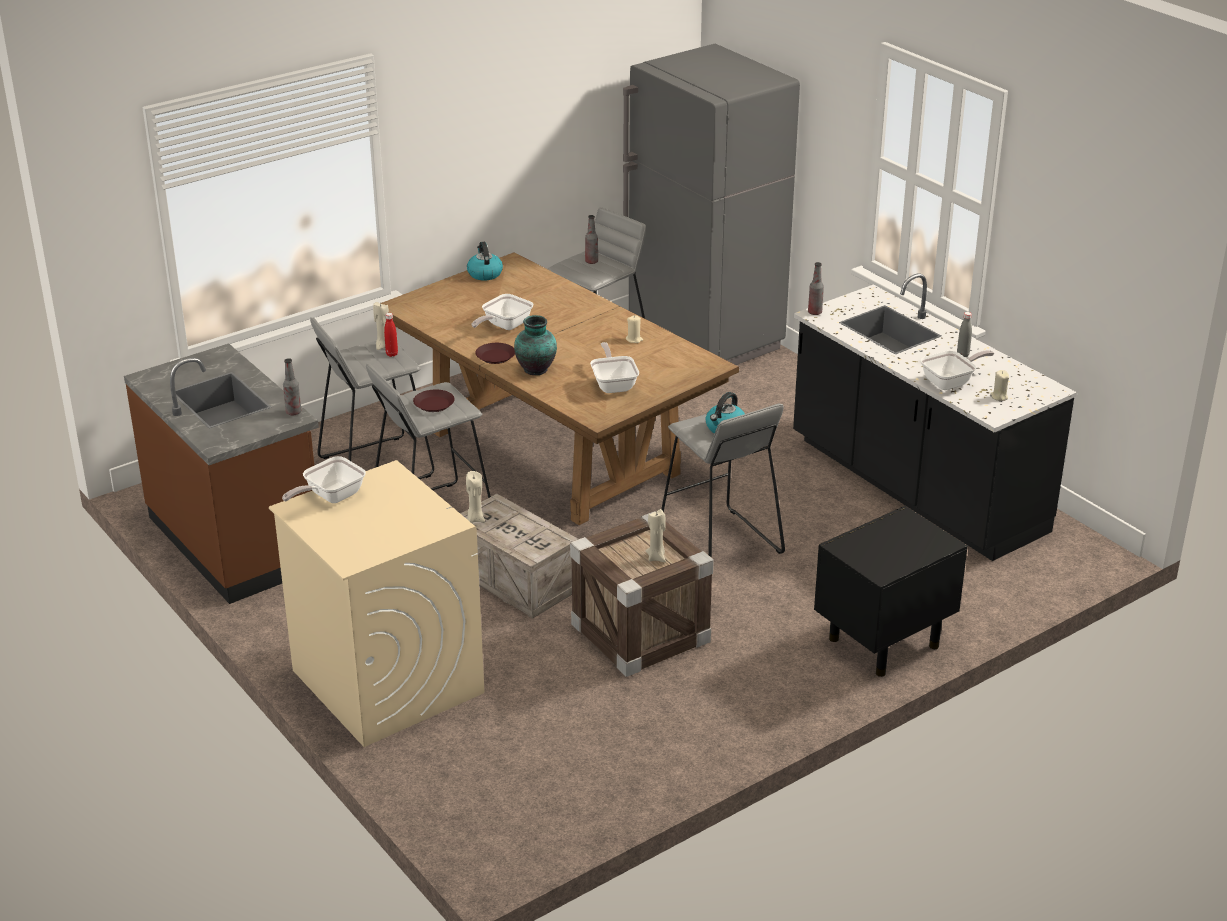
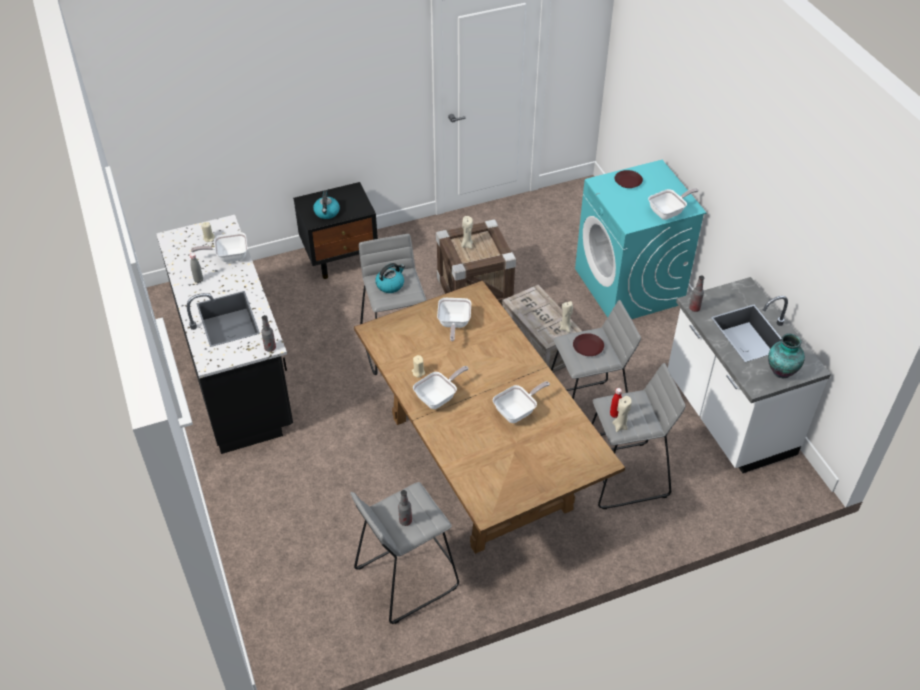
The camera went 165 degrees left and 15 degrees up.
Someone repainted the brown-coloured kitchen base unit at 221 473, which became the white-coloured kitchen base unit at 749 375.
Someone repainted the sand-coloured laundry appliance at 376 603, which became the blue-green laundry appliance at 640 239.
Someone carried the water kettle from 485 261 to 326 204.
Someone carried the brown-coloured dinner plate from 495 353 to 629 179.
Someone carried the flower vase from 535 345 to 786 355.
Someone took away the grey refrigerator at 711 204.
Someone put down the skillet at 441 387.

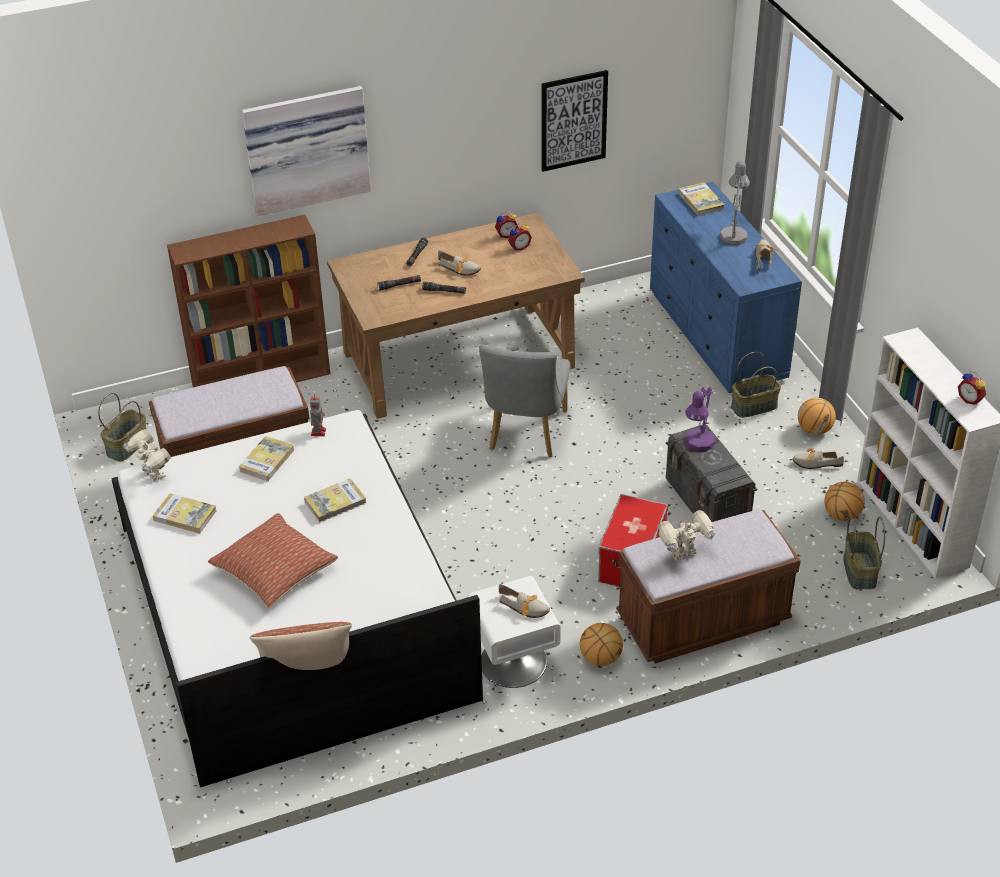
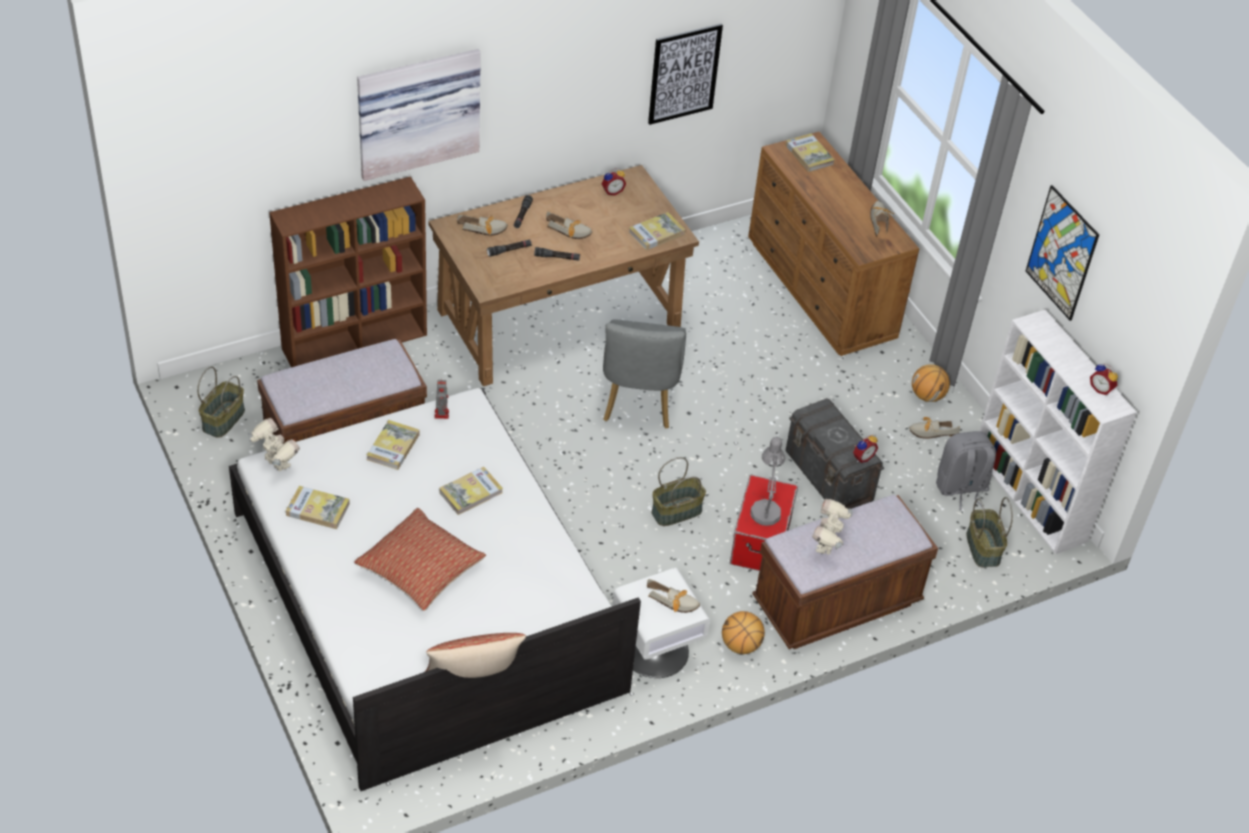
The camera went 10 degrees left and 5 degrees up.
Someone carried the table clock from 520 237 to 865 449.
Someone repainted the bluish drawer chest at 726 287, which became the brown-coloured drawer chest at 833 244.
Someone rotated the model robot at 687 535 by 45 degrees counterclockwise.
Someone took away the purple-coloured lamp for a table at 700 418.
Someone carried the grey lamp for a table from 735 203 to 767 481.
Someone carried the basket from 756 385 to 679 491.
Someone swapped the basketball at 844 501 for the grey backpack at 966 470.
Someone put down the low shoe at 482 225.
Someone put down the book at 657 231.
Someone put up the picture at 1062 253.

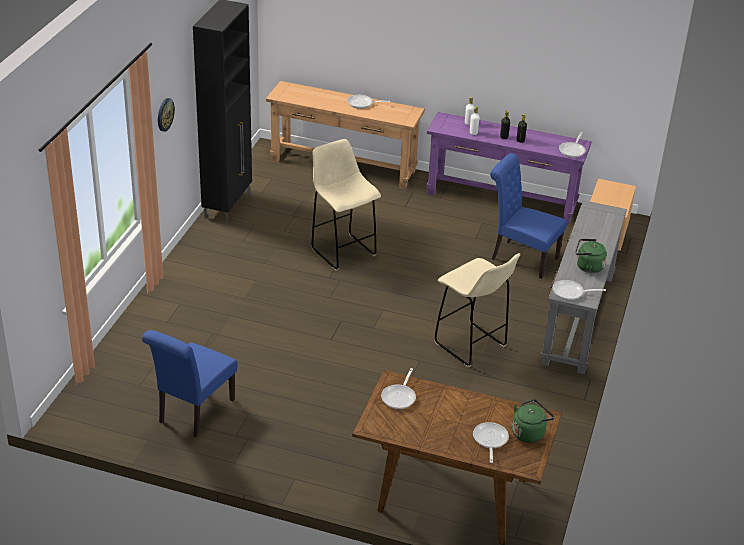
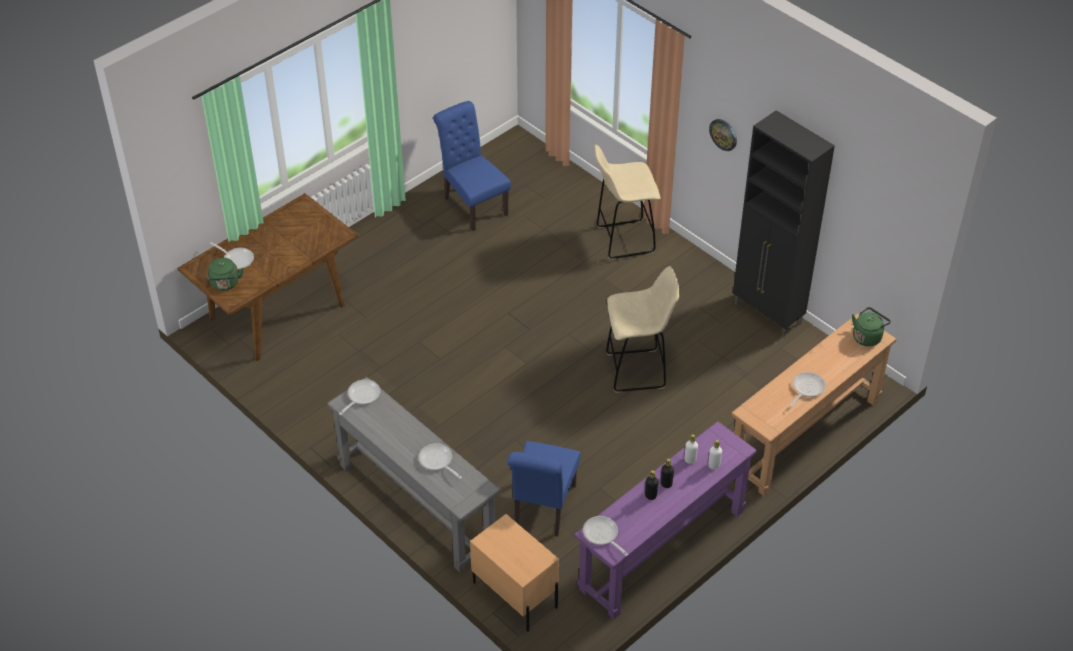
The camera went 120 degrees right and 10 degrees up.
Someone carried the skillet from 398 388 to 440 461.
Someone carried the sand-coloured sitting stool from 477 310 to 627 202.
Someone rotated the bluish chair at 528 216 by 135 degrees clockwise.
Someone carried the greenish water kettle from 591 256 to 871 326.

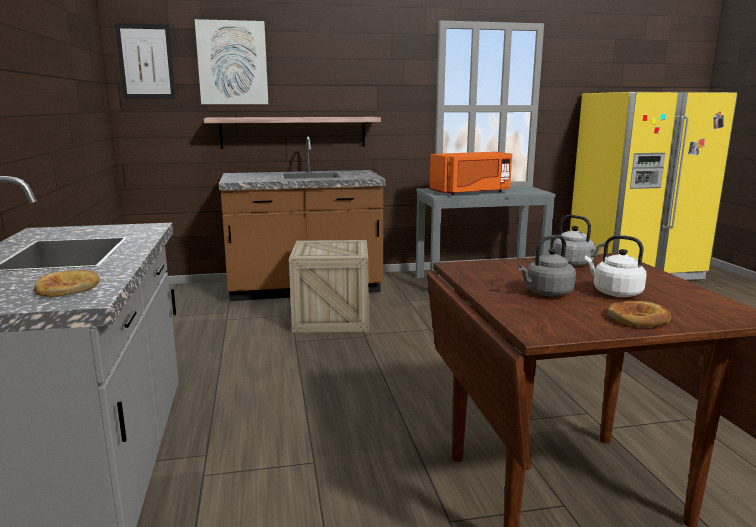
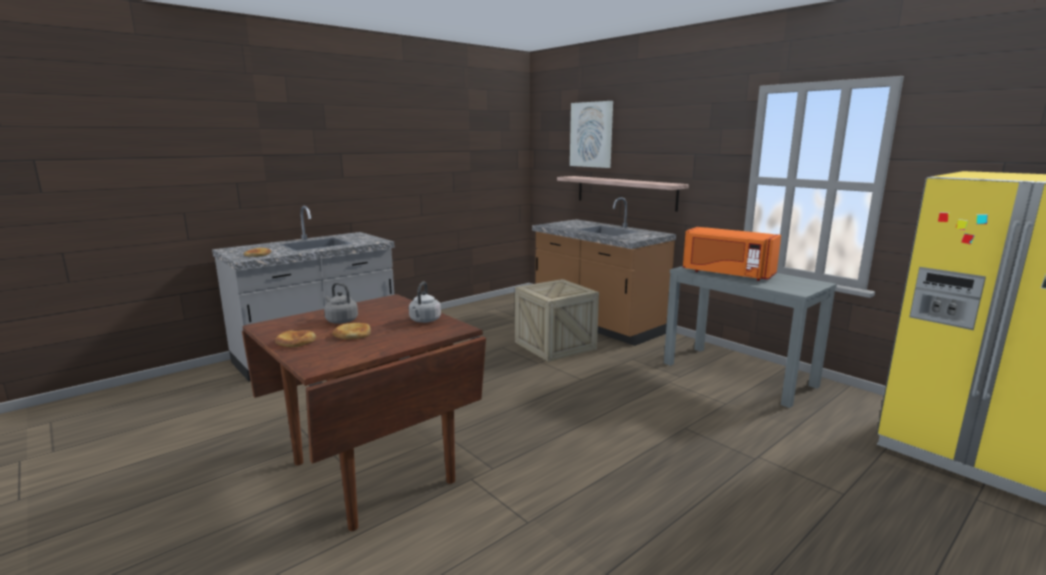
The camera went 60 degrees right and 0 degrees up.
Someone took away the picture at 145 61.
Someone swapped the white-coloured water kettle at 616 266 for the bakery bread at 351 331.

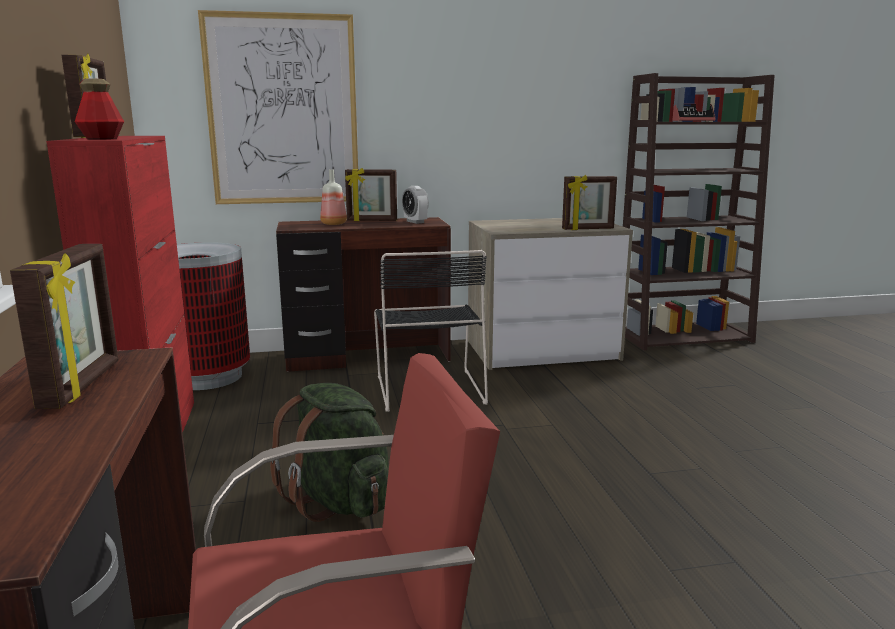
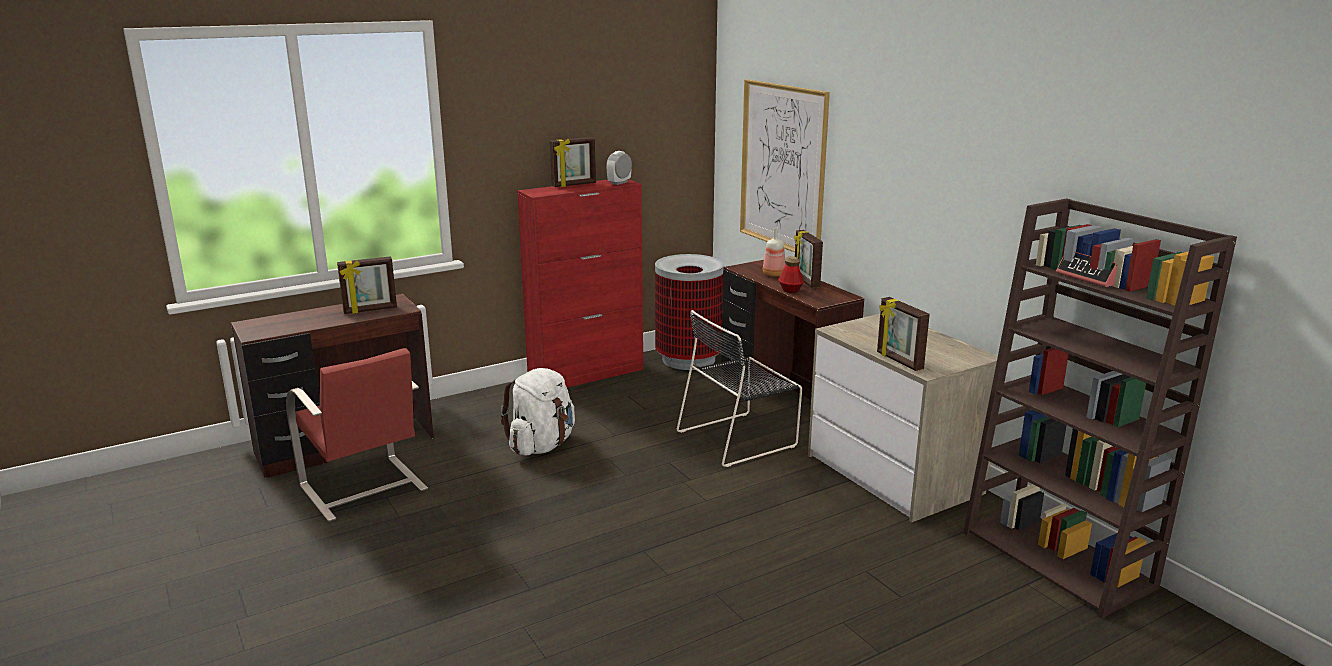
The camera went 70 degrees right and 5 degrees up.
Someone carried the drink bottle from 99 109 to 791 274.
Someone repainted the greenish backpack at 329 452, which became the white-coloured backpack at 537 411.
Someone carried the table clock from 415 205 to 619 168.

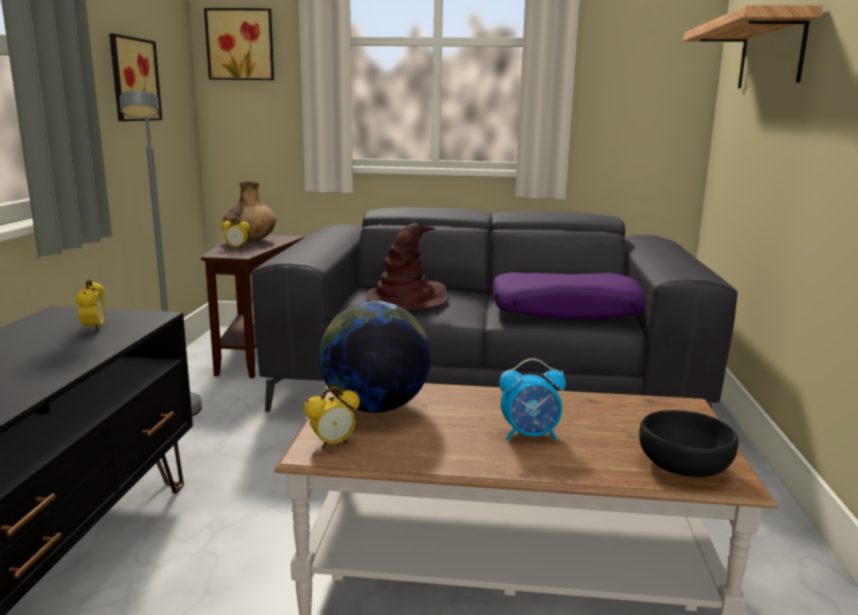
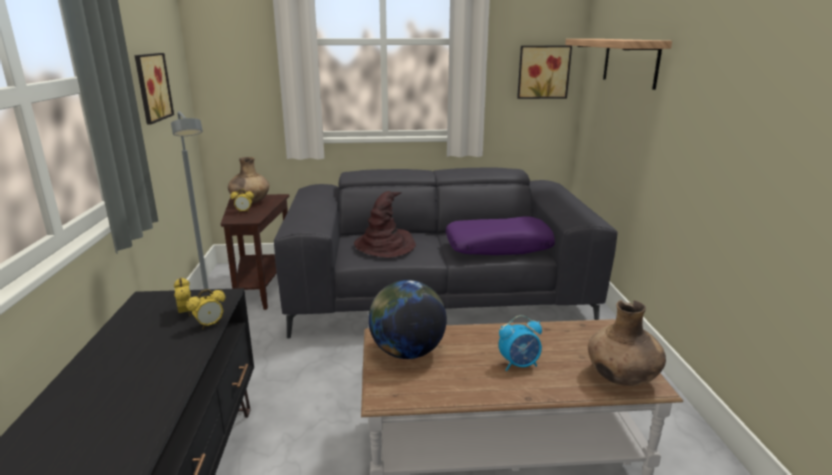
The camera went 10 degrees left and 5 degrees up.
Someone carried the picture from 239 44 to 544 72.
Someone carried the table clock from 332 418 to 206 309.
Someone swapped the black-coloured serving bowl at 688 443 for the brown-coloured flower vase at 627 343.

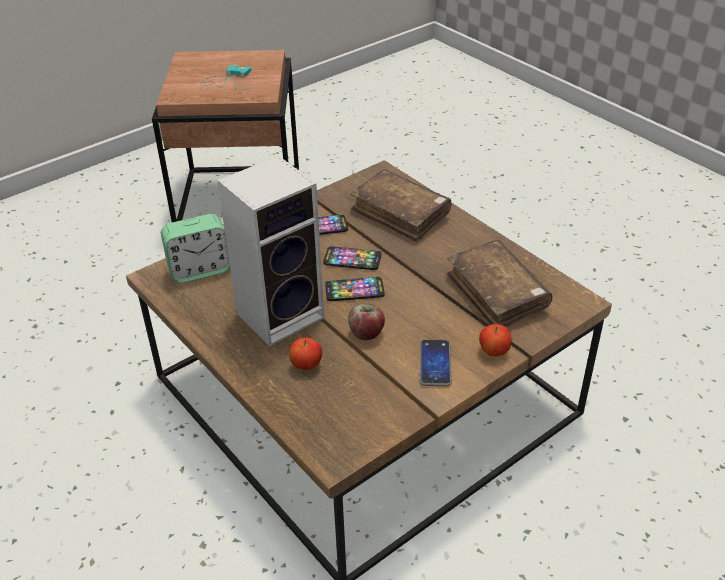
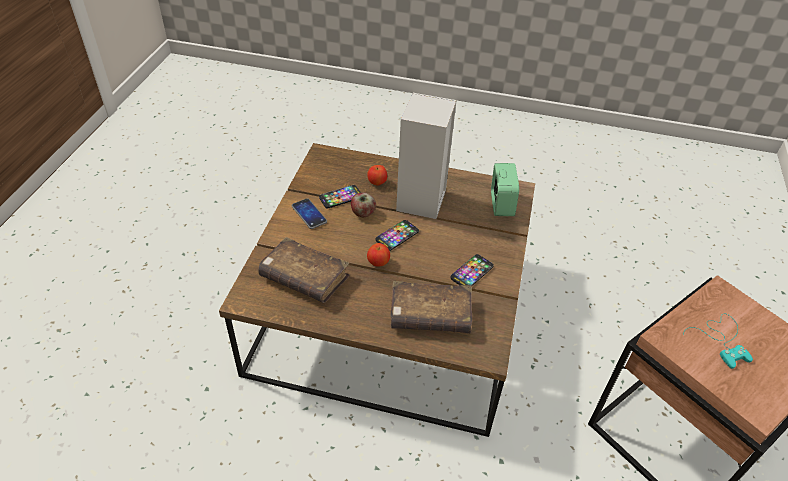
The camera went 140 degrees right and 5 degrees up.
Someone rotated the table clock at 195 248 by 150 degrees clockwise.
Someone carried the phone from 352 258 to 340 196.
Someone carried the apple from 495 340 to 378 255.

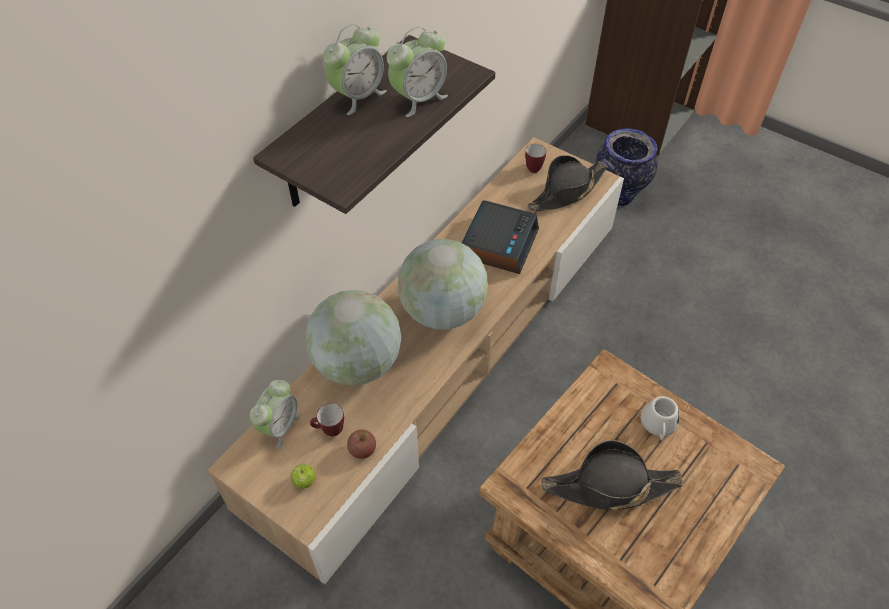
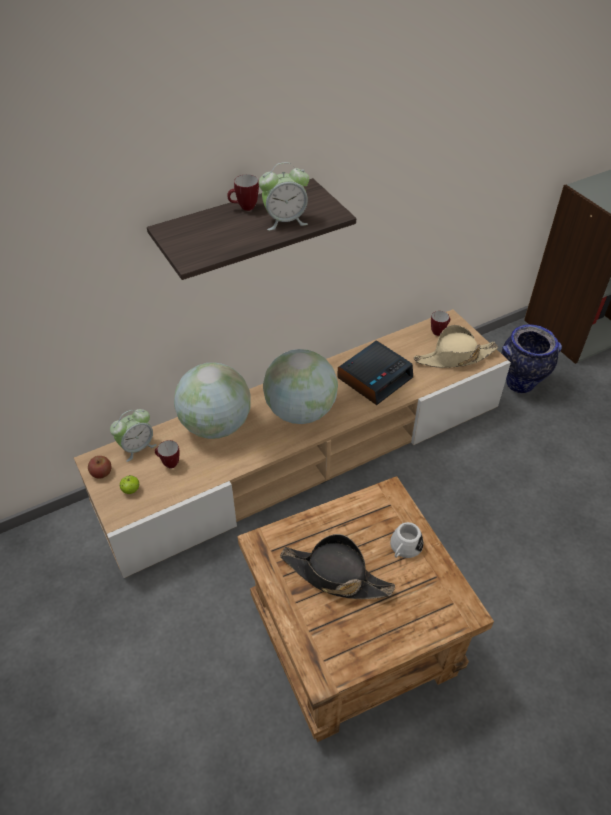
The camera went 25 degrees right and 5 degrees down.
Someone swapped the table clock at 355 69 for the mug at 243 192.
Someone carried the apple from 361 444 to 99 467.
Someone repainted the black-coloured hat at 568 183, which became the sand-coloured hat at 456 346.

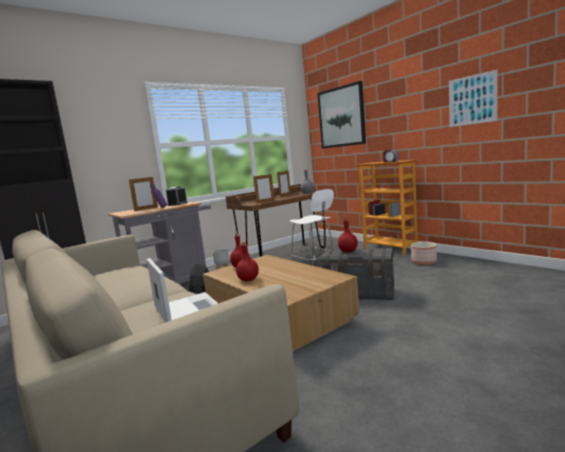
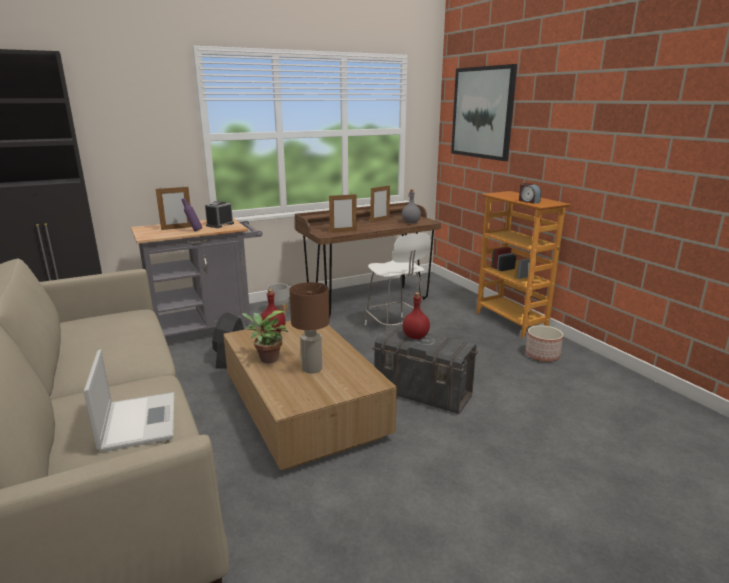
The camera went 10 degrees right and 10 degrees up.
Someone swapped the red-coloured drink bottle at 247 261 for the houseplant at 264 336.
Someone took away the picture at 473 98.
Someone put down the brown-coloured lamp for a table at 309 327.

